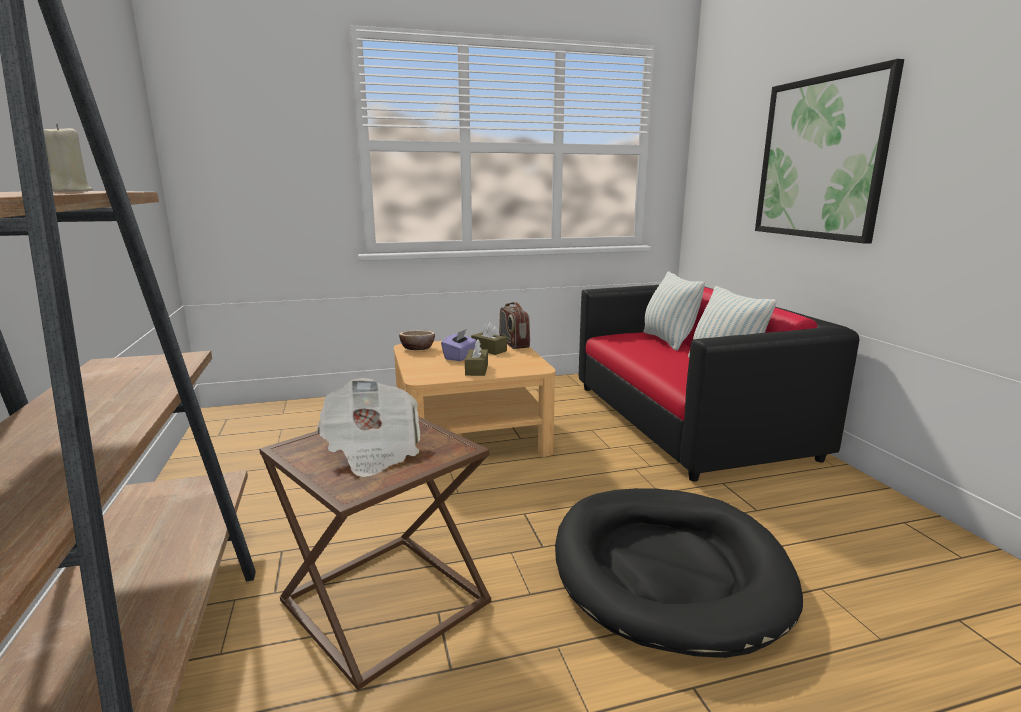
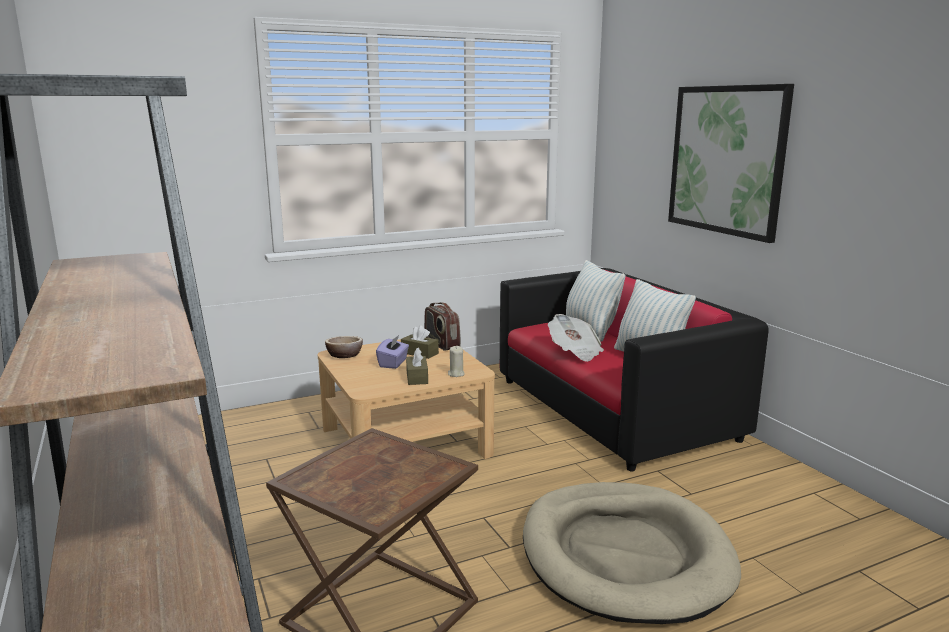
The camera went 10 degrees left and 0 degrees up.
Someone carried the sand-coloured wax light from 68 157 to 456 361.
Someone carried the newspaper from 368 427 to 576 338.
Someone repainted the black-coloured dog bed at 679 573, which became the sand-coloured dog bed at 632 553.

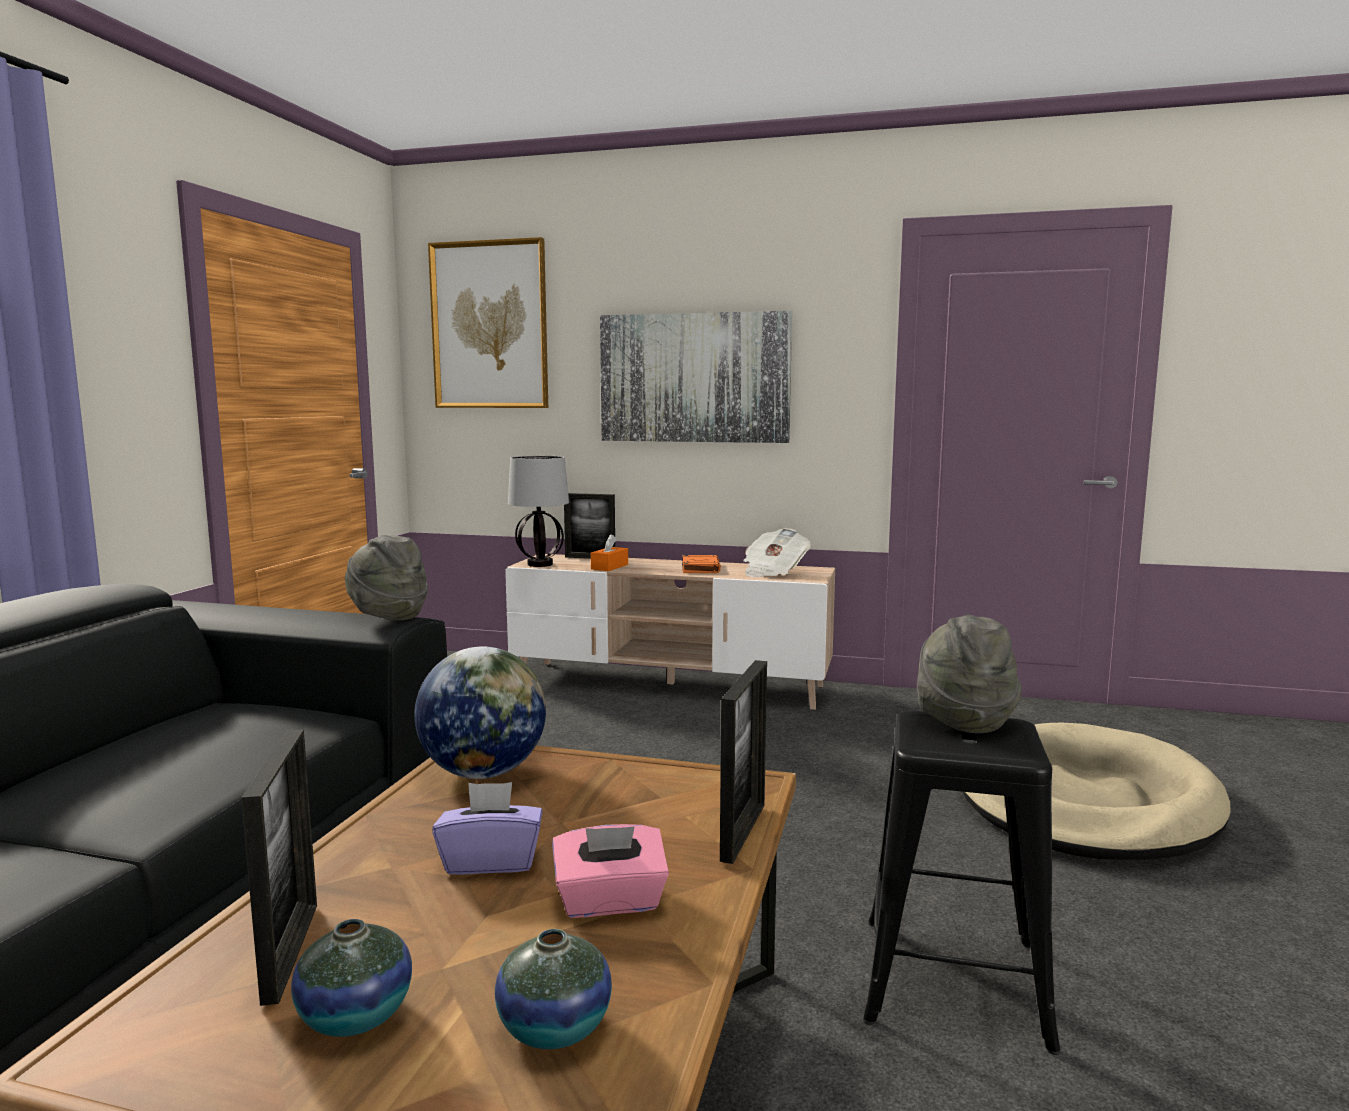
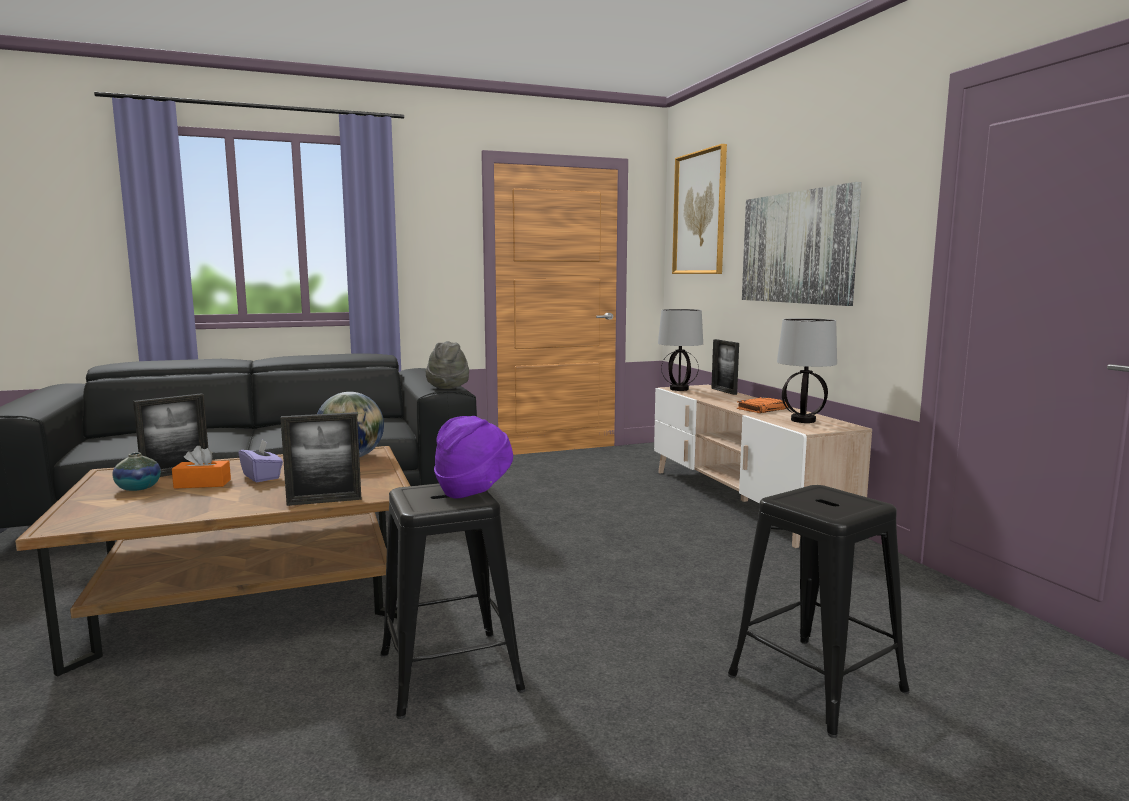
The camera went 55 degrees right and 0 degrees up.
Someone took away the flower vase at 553 989.
Someone took away the pink box of tissues at 610 871.
Someone carried the orangey box of tissues from 609 552 to 201 467.
Someone swapped the newspaper at 777 552 for the lamp for a table at 807 370.
Someone repainted the grey hat at 969 674, which became the purple-coloured hat at 473 457.
Someone swapped the sand-coloured dog bed at 1096 791 for the black-coloured sitting stool at 819 611.

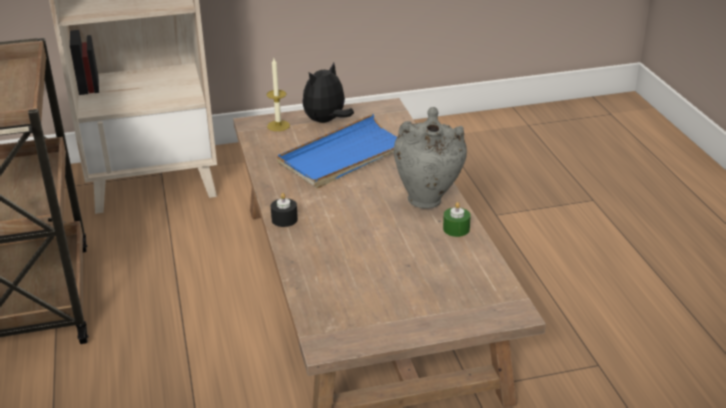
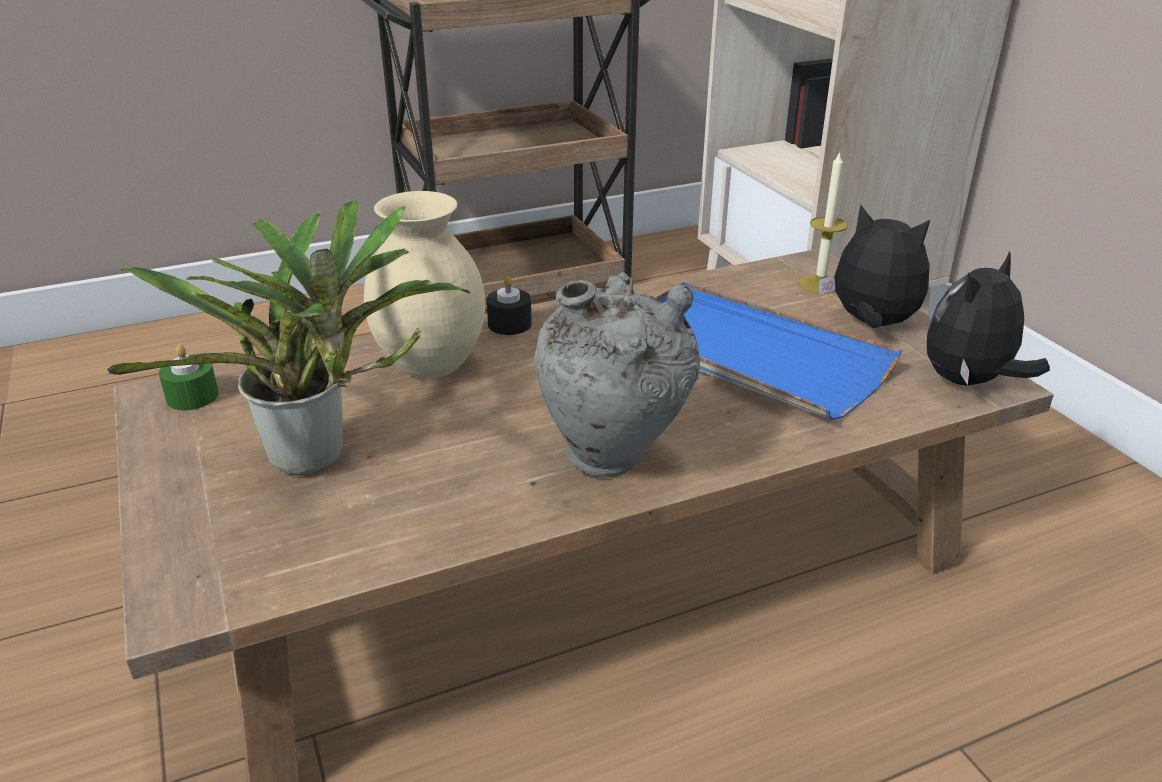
The camera went 80 degrees right and 0 degrees up.
Someone carried the greenish wax light from 457 219 to 189 377.
Someone put down the houseplant at 289 337.
Someone put down the sand-coloured flower vase at 424 284.
Someone put down the cuddly toy at 988 318.

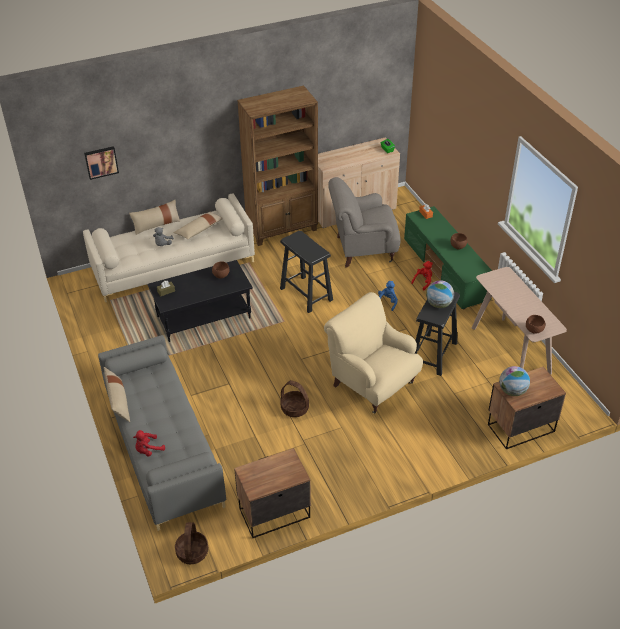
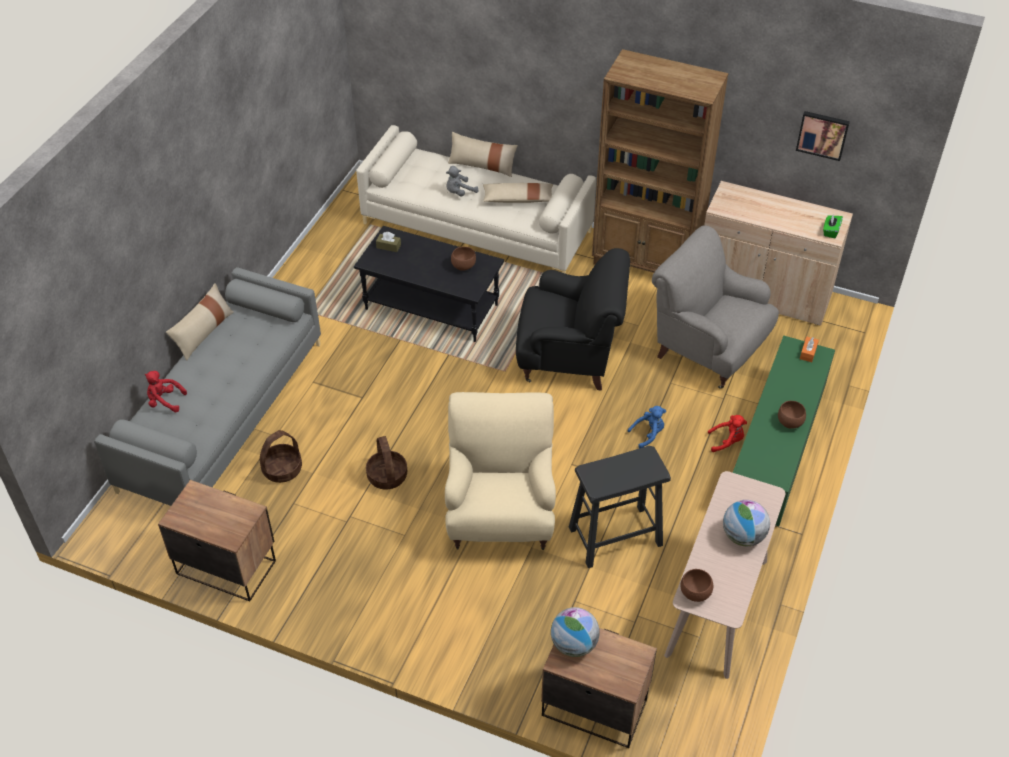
The camera went 45 degrees right and 5 degrees up.
Someone carried the picture from 101 163 to 823 136.
Someone carried the basket from 191 543 to 281 456.
Someone swapped the black-coloured sitting stool at 306 272 for the black-coloured armchair at 573 319.
Someone carried the desk globe from 440 294 to 746 523.

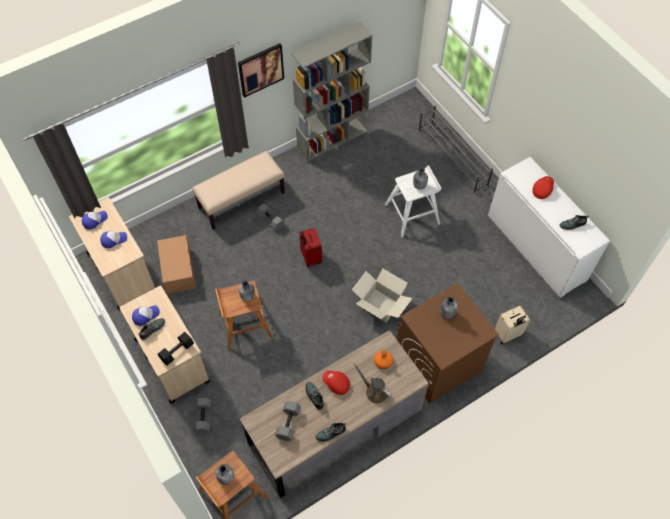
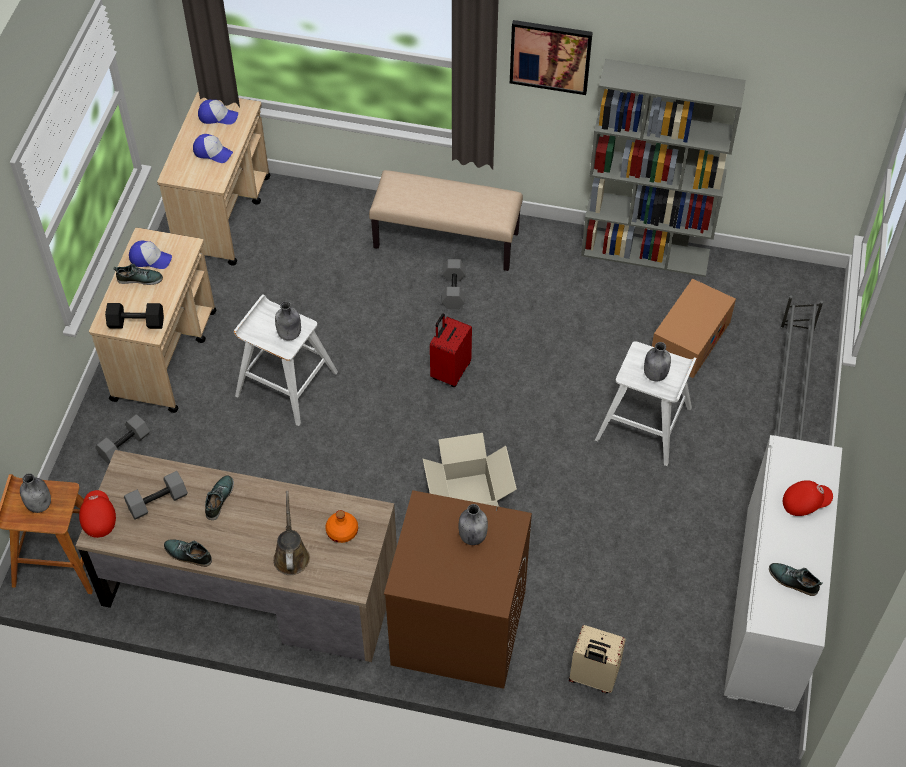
The camera went 45 degrees right and 5 degrees down.
Someone carried the cardboard box from 176 264 to 694 328.
Someone repainted the brown-coloured sitting stool at 244 315, which became the white-coloured sitting stool at 286 360.
Someone carried the red-coloured baseball cap from 336 383 to 97 514.

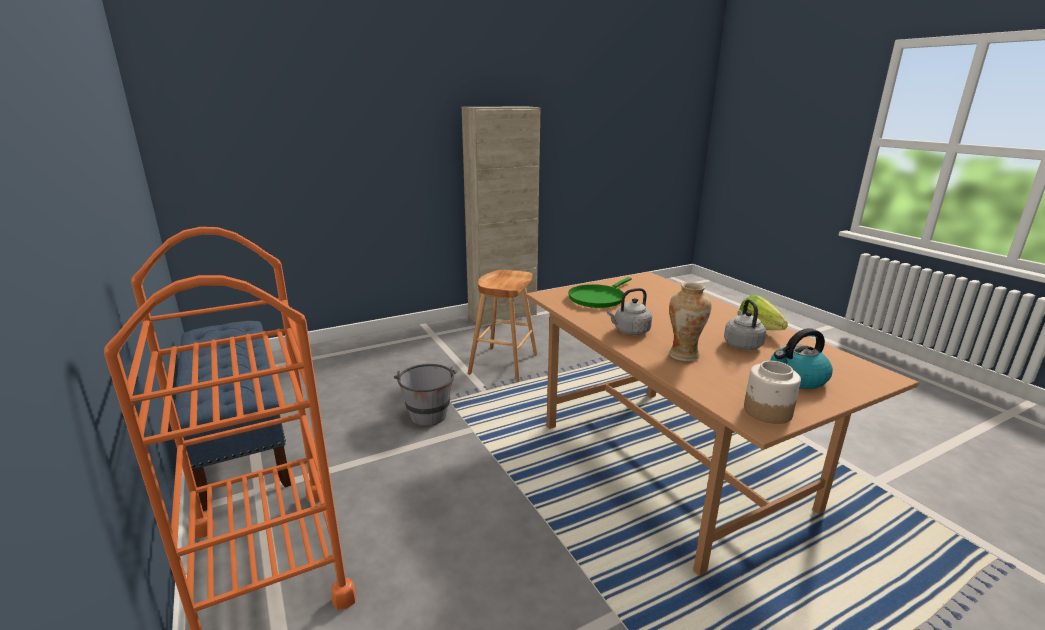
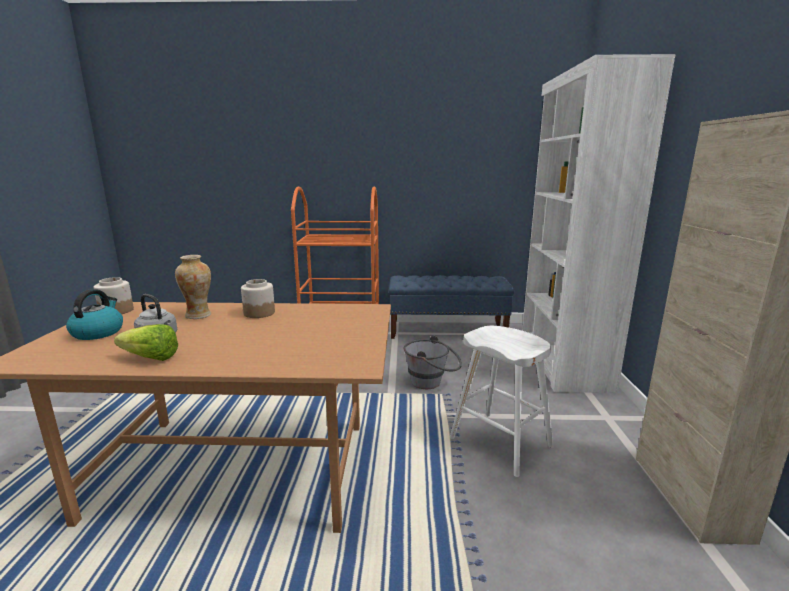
The camera went 120 degrees right and 5 degrees down.
Someone repainted the brown-coloured sitting stool at 503 326, which became the white-coloured sitting stool at 502 401.
Someone took away the greenish skillet at 600 292.
Someone swapped the grey water kettle at 629 311 for the preserve jar at 258 298.
Someone put down the white-coloured bookshelf at 598 223.

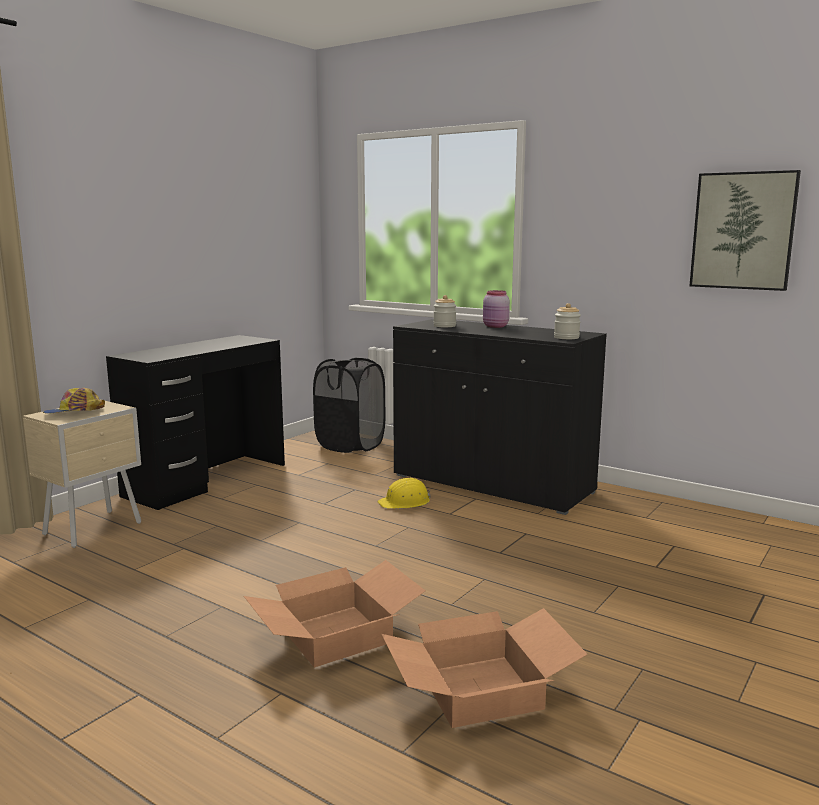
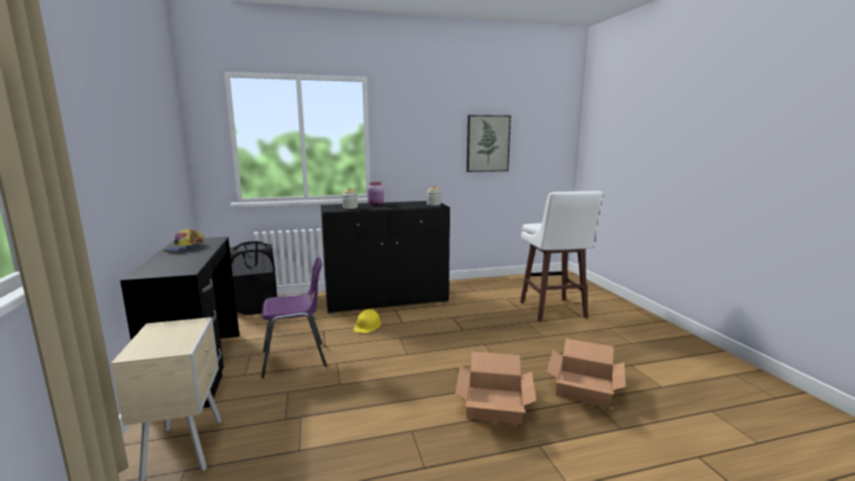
The camera went 50 degrees left and 0 degrees up.
Someone carried the baseball cap from 74 400 to 183 240.
Someone put down the purple-coloured chair at 294 317.
Someone put down the white-coloured sitting stool at 561 256.

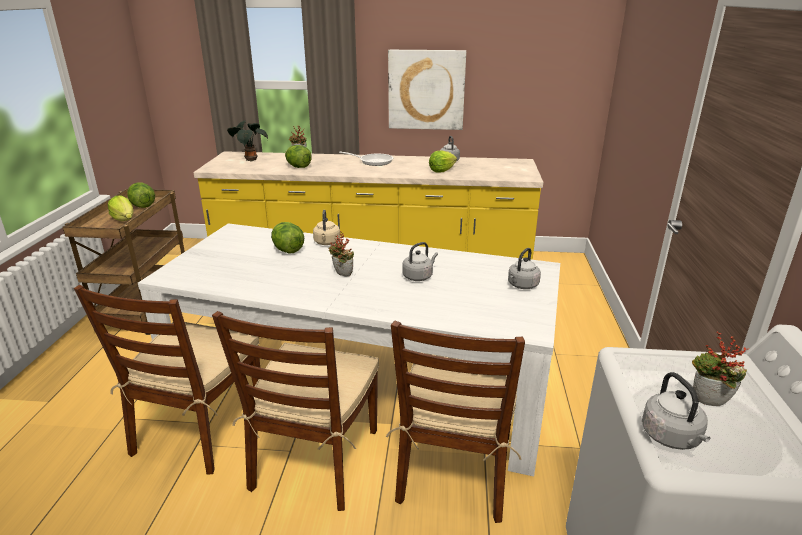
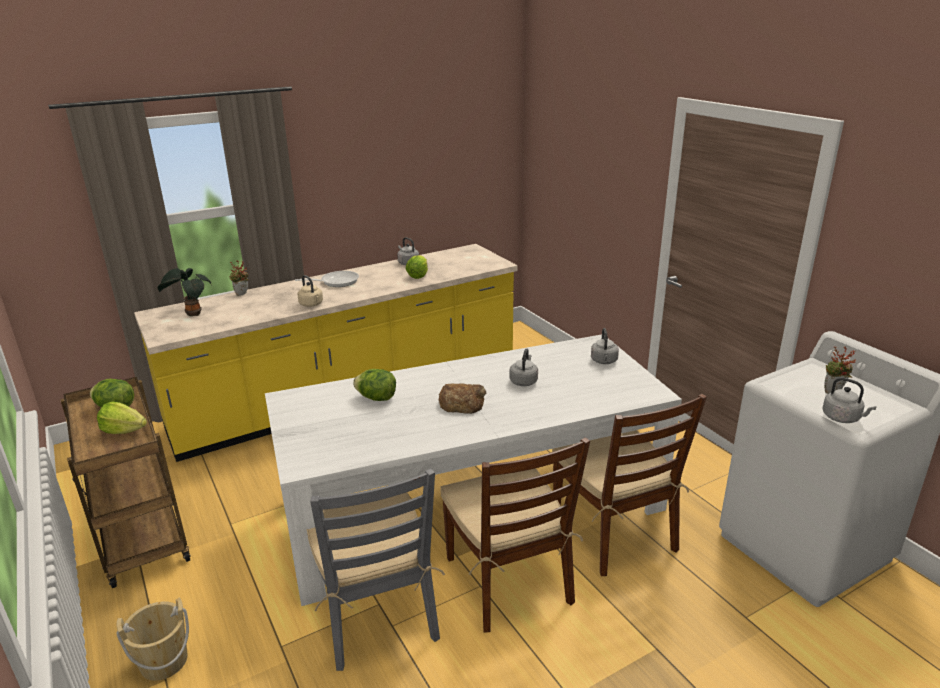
The camera went 35 degrees left and 0 degrees up.
Someone repainted the brown-coloured chair at 167 380, which became the grey chair at 375 569.
Someone took away the head of lettuce at 298 156.
Someone carried the sand-coloured water kettle from 326 227 to 310 291.
Someone swapped the houseplant at 341 253 for the bakery bread at 462 398.
Someone took away the picture at 427 90.
Someone put down the sand-coloured bucket at 153 639.

